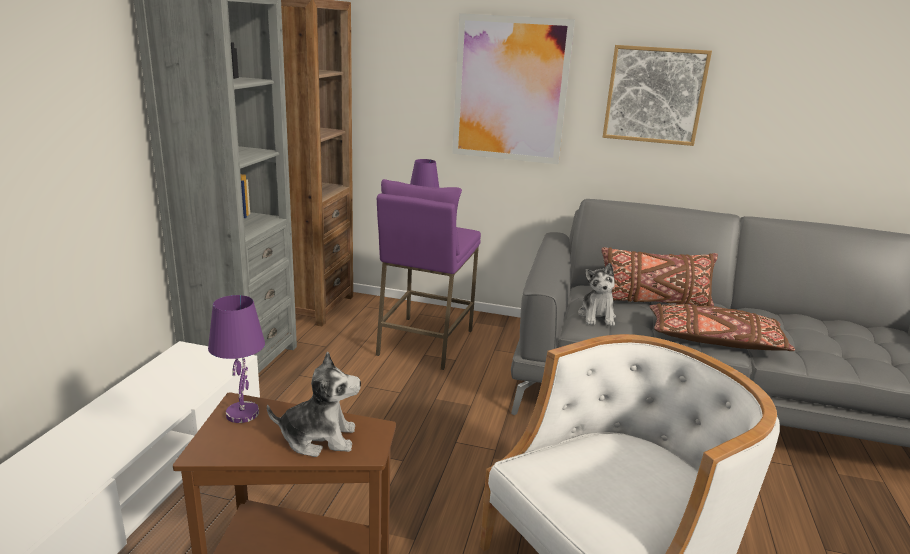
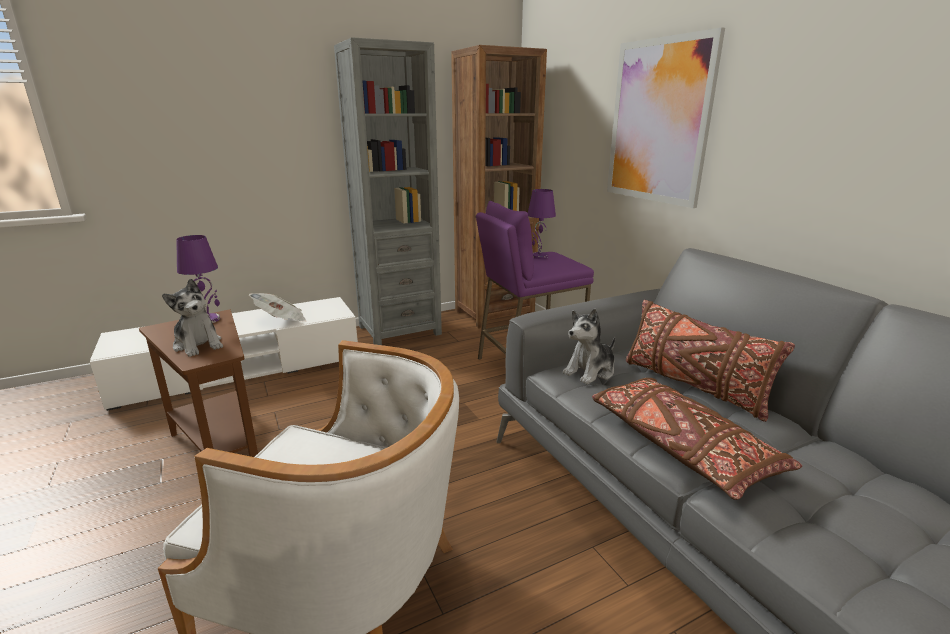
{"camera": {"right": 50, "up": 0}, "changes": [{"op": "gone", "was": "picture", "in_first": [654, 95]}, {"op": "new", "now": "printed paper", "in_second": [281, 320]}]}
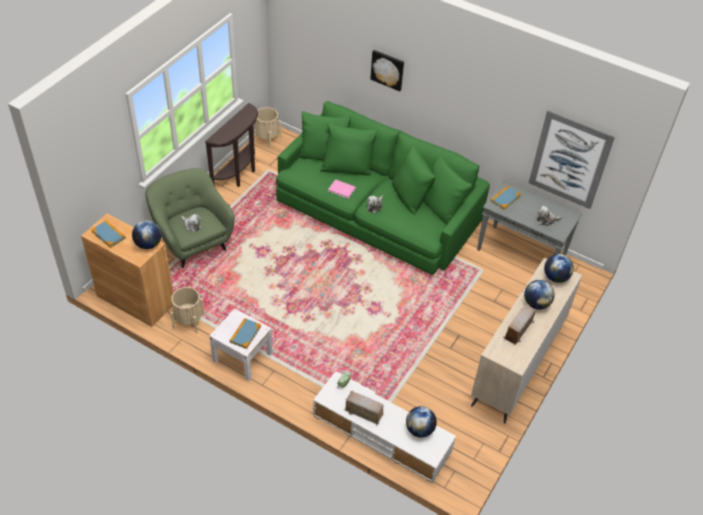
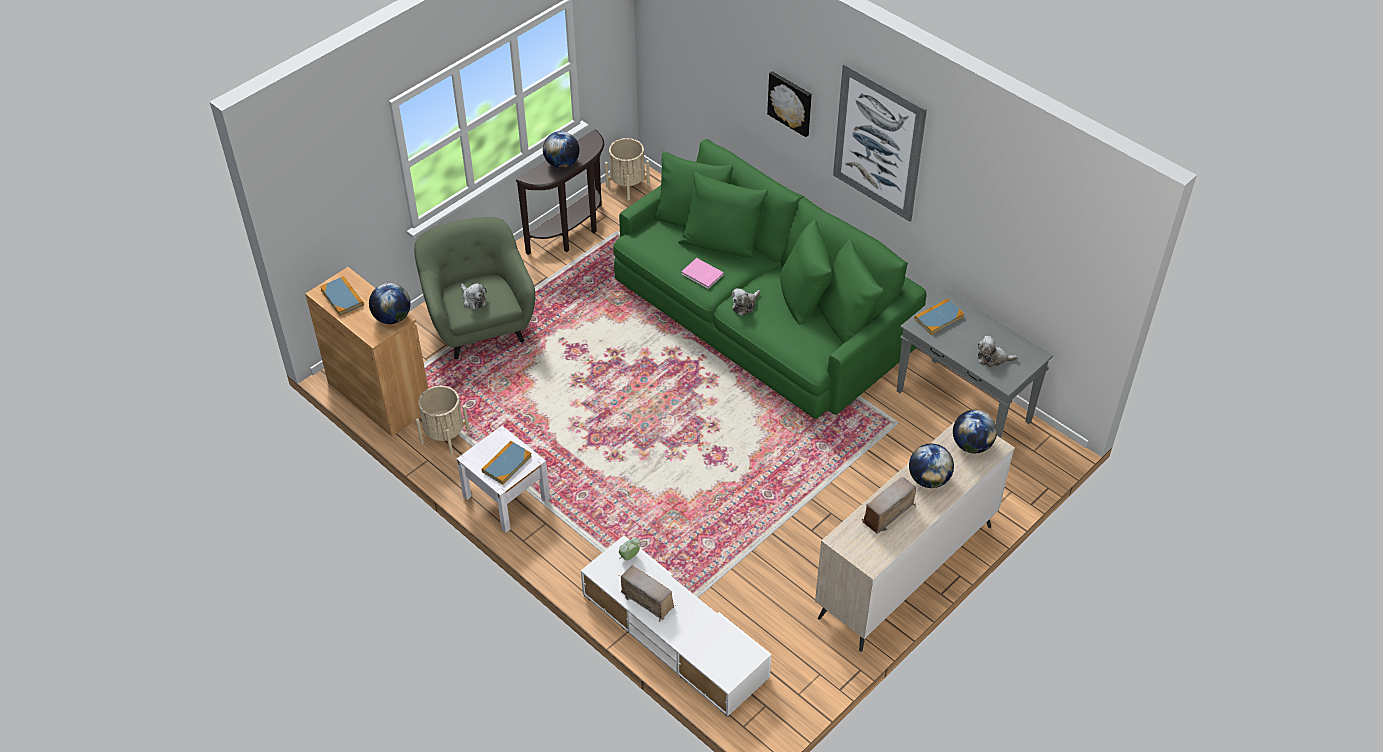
{"camera": {"right": 15, "up": 0}, "changes": [{"op": "shifted", "was": "picture", "in_first": [569, 160], "in_second": [878, 143]}, {"op": "shifted", "was": "world globe", "in_first": [419, 430], "in_second": [562, 163]}]}
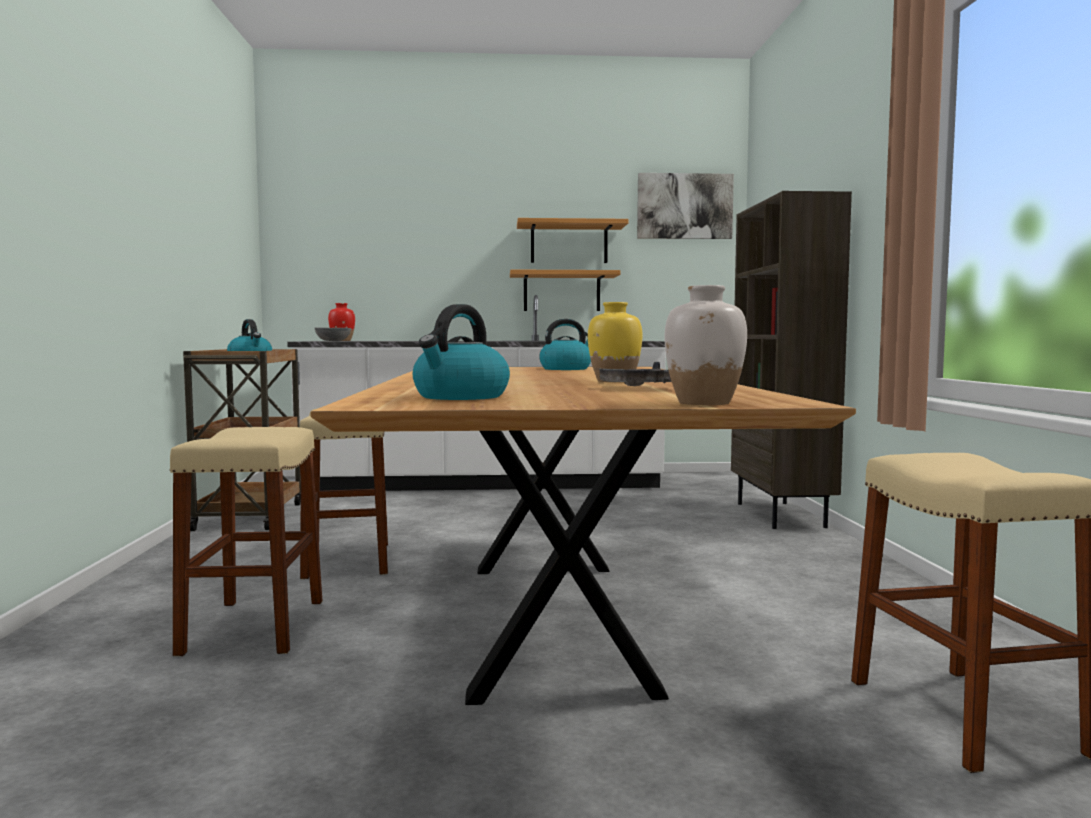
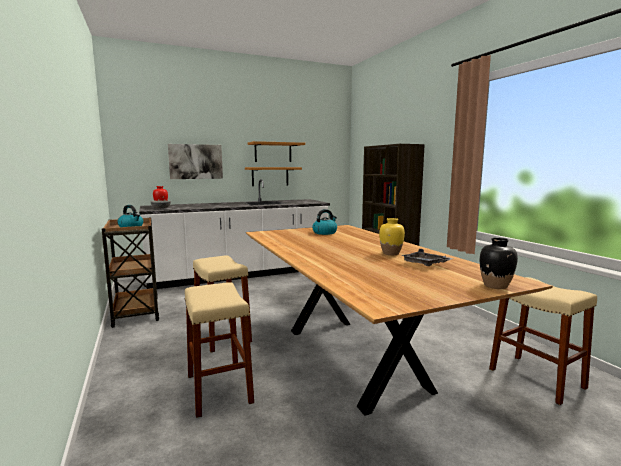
{"camera": {"right": -20, "up": 5}, "changes": [{"op": "shifted", "was": "picture", "in_first": [684, 206], "in_second": [195, 161]}, {"op": "repainted", "was": "white-coloured vase", "now": "blackish vase", "in_first": [704, 403], "in_second": [495, 286]}, {"op": "gone", "was": "kettle", "in_first": [460, 397]}]}
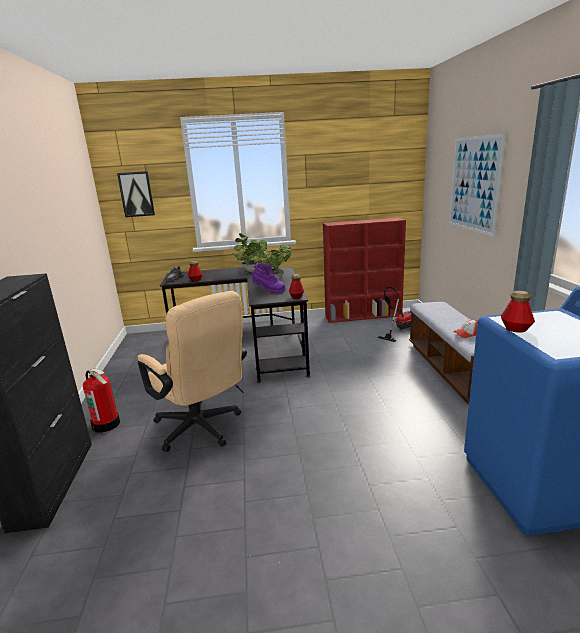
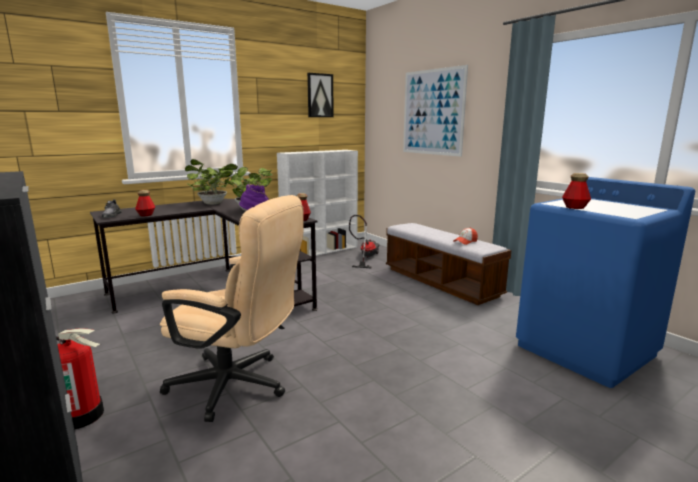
{"camera": {"right": -30, "up": -5}, "changes": [{"op": "shifted", "was": "picture", "in_first": [136, 194], "in_second": [320, 95]}, {"op": "repainted", "was": "red shelving unit", "now": "white-coloured shelving unit", "in_first": [364, 316], "in_second": [321, 251]}]}
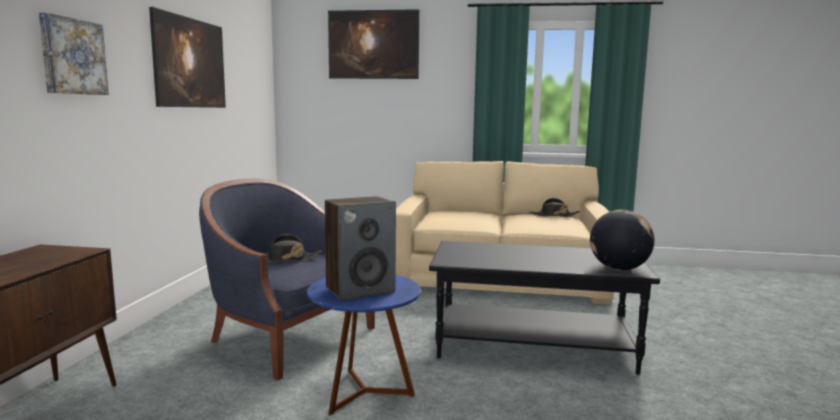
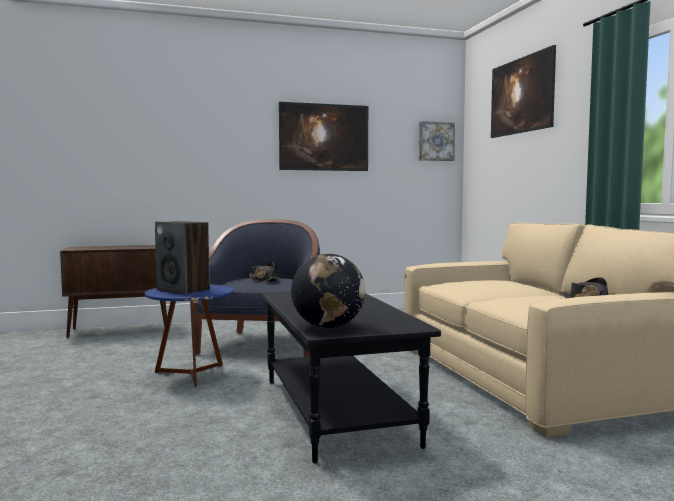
{"camera": {"right": 65, "up": -5}, "changes": [{"op": "shifted", "was": "picture", "in_first": [72, 56], "in_second": [435, 141]}]}
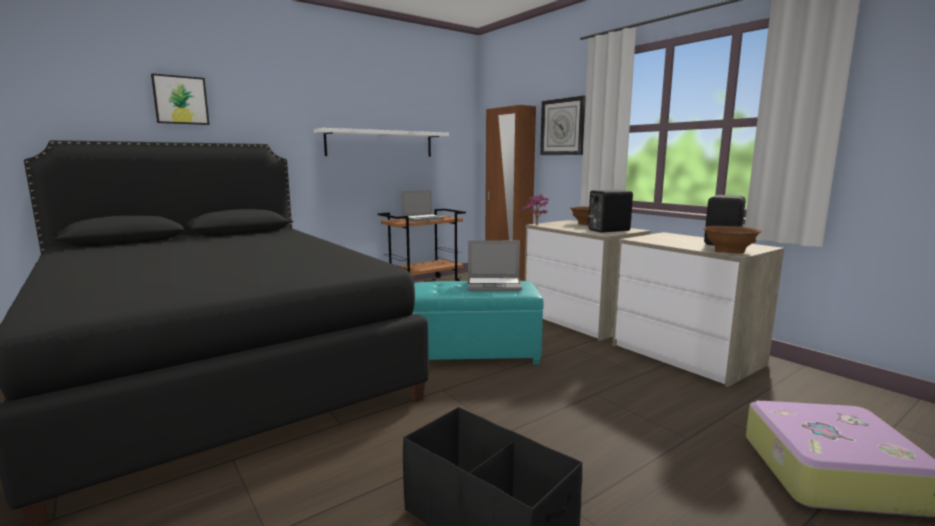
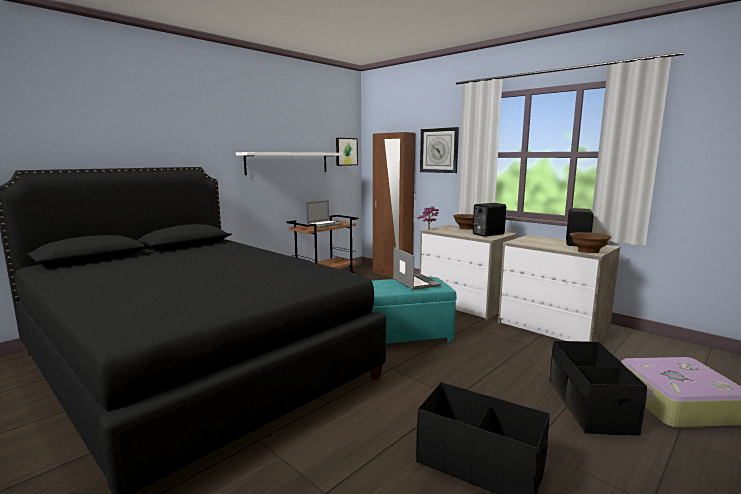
{"camera": {"right": -10, "up": 0}, "changes": [{"op": "shifted", "was": "picture", "in_first": [180, 100], "in_second": [346, 151]}, {"op": "rotated", "was": "laptop", "in_first": [494, 285], "in_second": [414, 282], "clockwise": -105}, {"op": "new", "now": "blackish storage container", "in_second": [589, 406]}]}
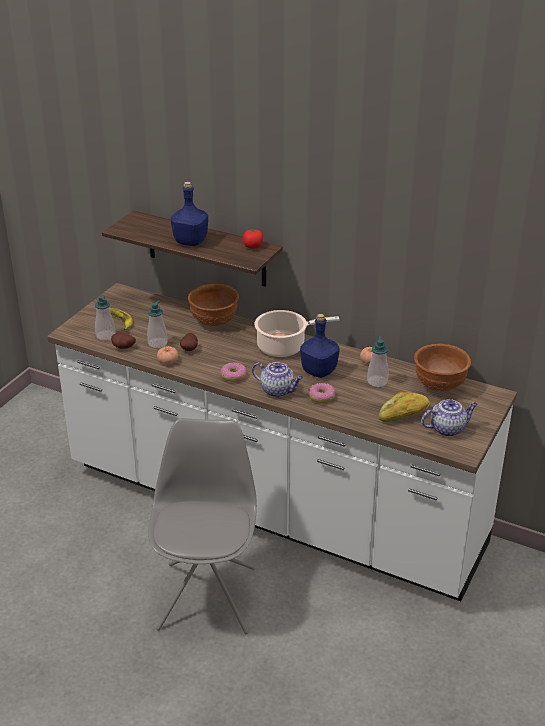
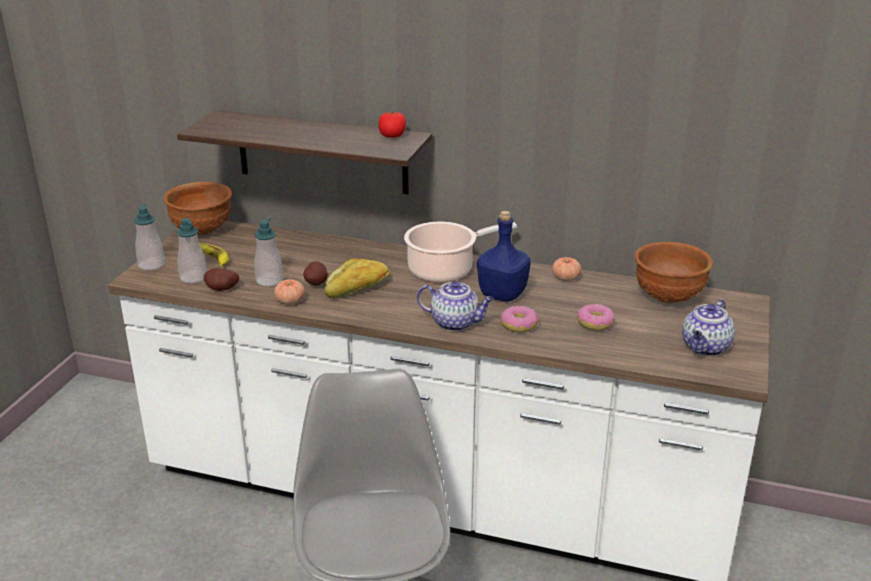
{"camera": {"right": -10, "up": -5}, "changes": [{"op": "gone", "was": "blue-coloured bottle", "in_first": [191, 241]}, {"op": "shifted", "was": "brownish serving bowl", "in_first": [214, 322], "in_second": [201, 230]}, {"op": "shifted", "was": "soap bottle", "in_first": [377, 382], "in_second": [151, 265]}, {"op": "shifted", "was": "ring doughnut", "in_first": [233, 376], "in_second": [595, 323]}, {"op": "shifted", "was": "bread", "in_first": [404, 415], "in_second": [358, 289]}, {"op": "rotated", "was": "teapot", "in_first": [448, 429], "in_second": [705, 348], "clockwise": 150}]}
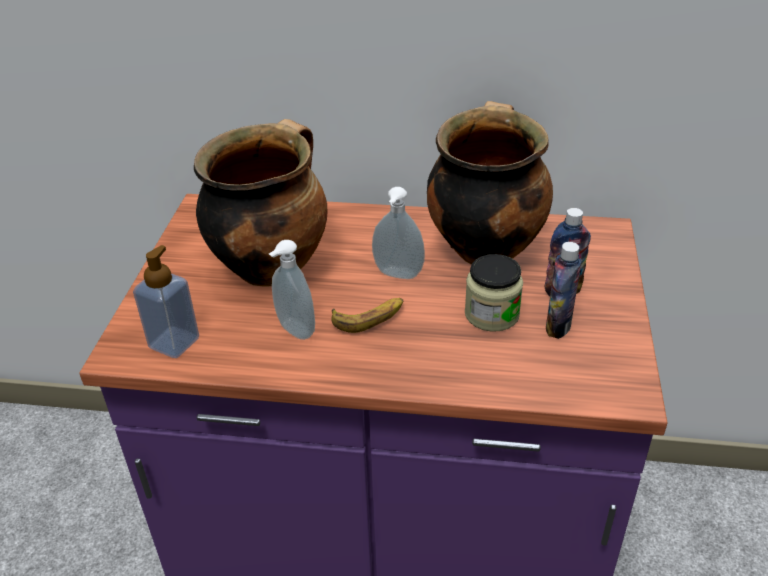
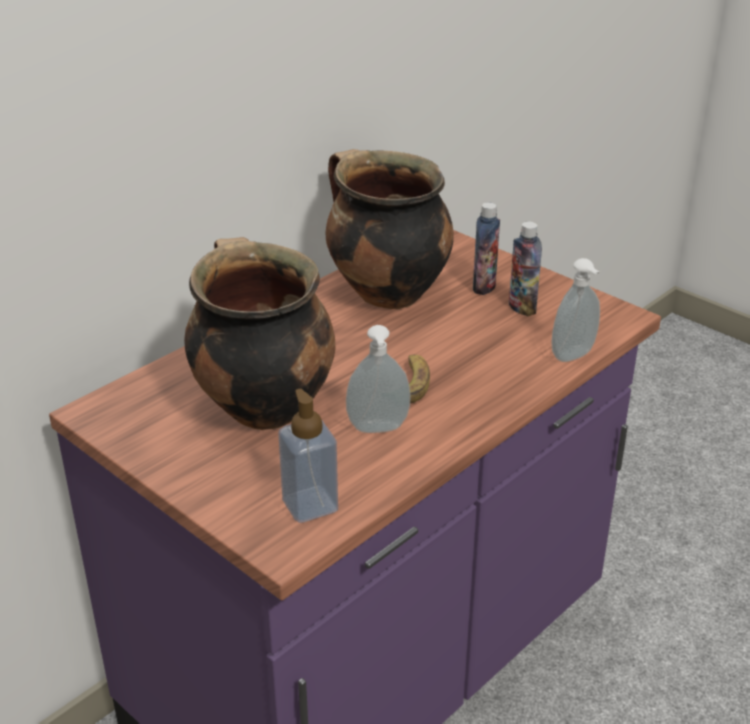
{"camera": {"right": -55, "up": -5}, "changes": [{"op": "shifted", "was": "soap bottle", "in_first": [397, 275], "in_second": [574, 356]}, {"op": "gone", "was": "storage jar", "in_first": [491, 314]}]}
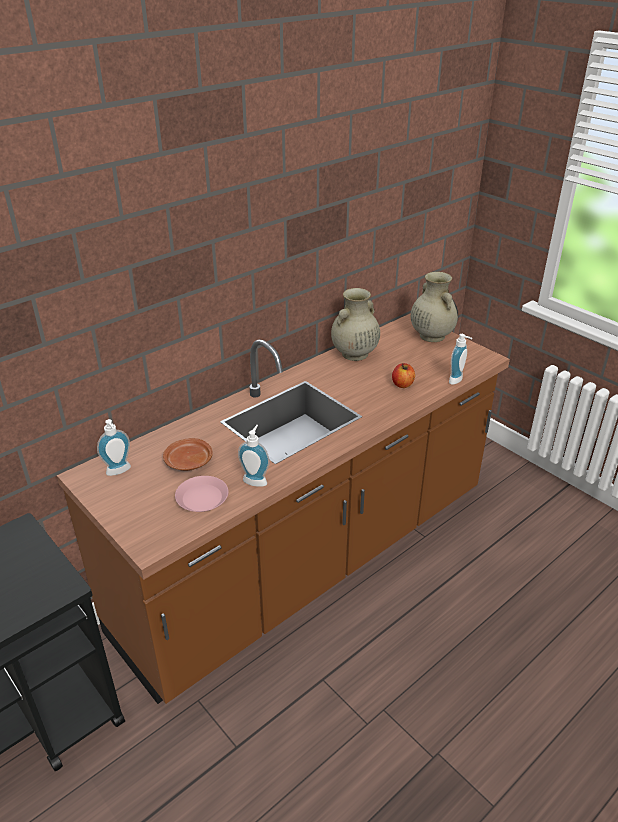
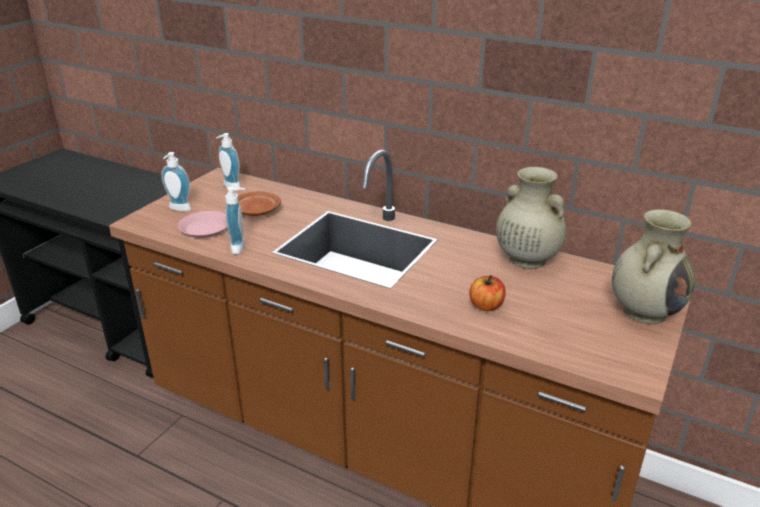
{"camera": {"right": 70, "up": -5}, "changes": [{"op": "shifted", "was": "soap bottle", "in_first": [458, 380], "in_second": [178, 209]}]}
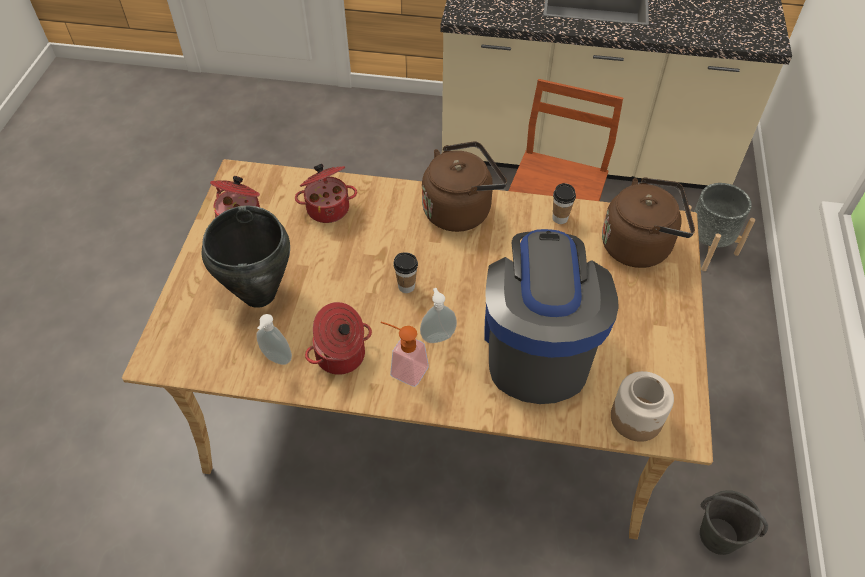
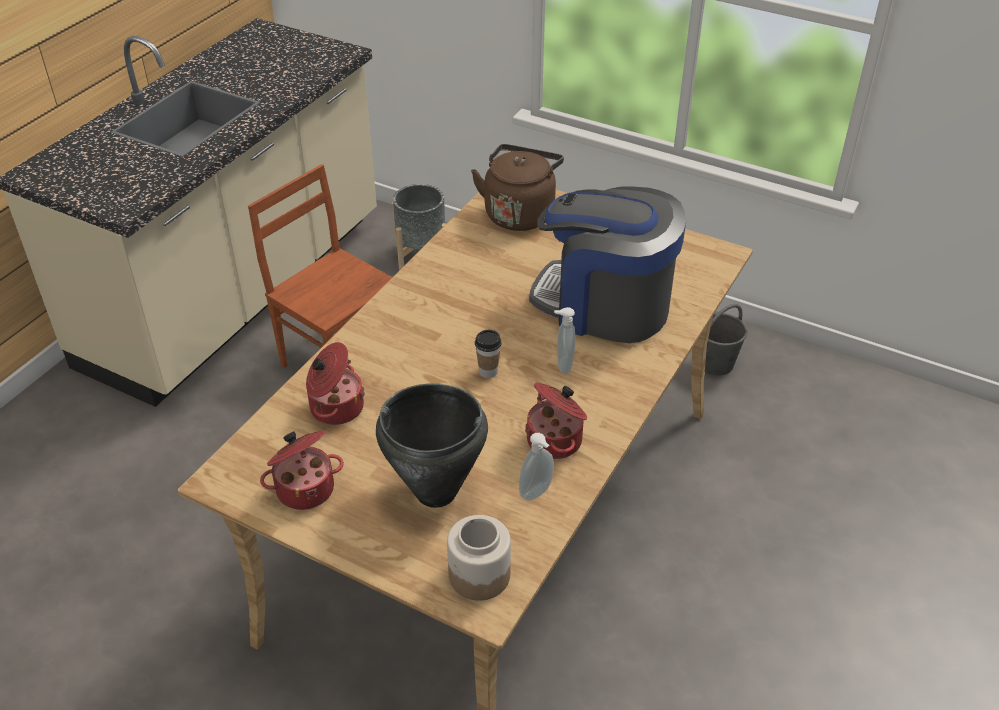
{"camera": {"right": -70, "up": -10}, "changes": [{"op": "gone", "was": "brownish kettle", "in_first": [460, 209]}, {"op": "gone", "was": "small cup", "in_first": [560, 218]}, {"op": "gone", "was": "soap bottle", "in_first": [403, 369]}, {"op": "shifted", "was": "storage jar", "in_first": [636, 418], "in_second": [479, 574]}]}
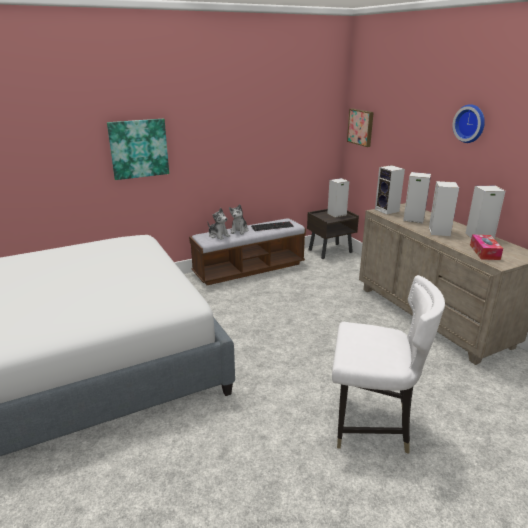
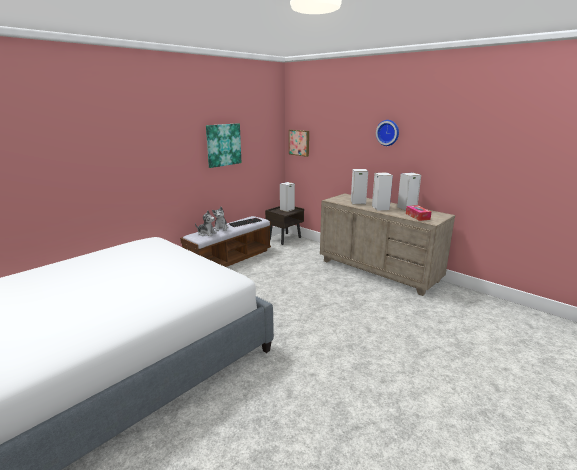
{"camera": {"right": -20, "up": -5}, "changes": [{"op": "shifted", "was": "picture", "in_first": [138, 148], "in_second": [223, 145]}, {"op": "gone", "was": "speaker", "in_first": [387, 211]}, {"op": "gone", "was": "white-coloured upright chair", "in_first": [371, 425]}]}
